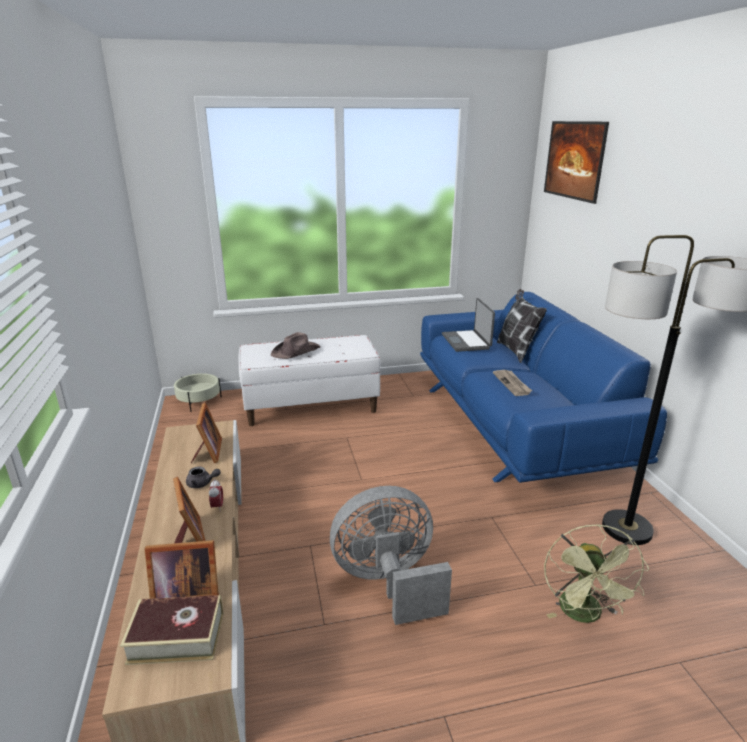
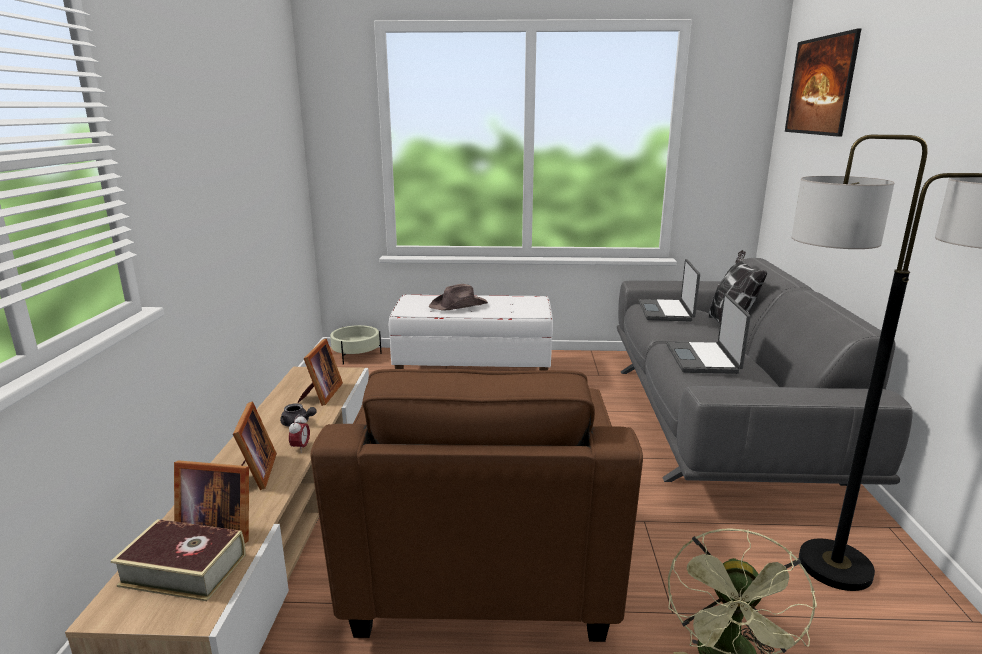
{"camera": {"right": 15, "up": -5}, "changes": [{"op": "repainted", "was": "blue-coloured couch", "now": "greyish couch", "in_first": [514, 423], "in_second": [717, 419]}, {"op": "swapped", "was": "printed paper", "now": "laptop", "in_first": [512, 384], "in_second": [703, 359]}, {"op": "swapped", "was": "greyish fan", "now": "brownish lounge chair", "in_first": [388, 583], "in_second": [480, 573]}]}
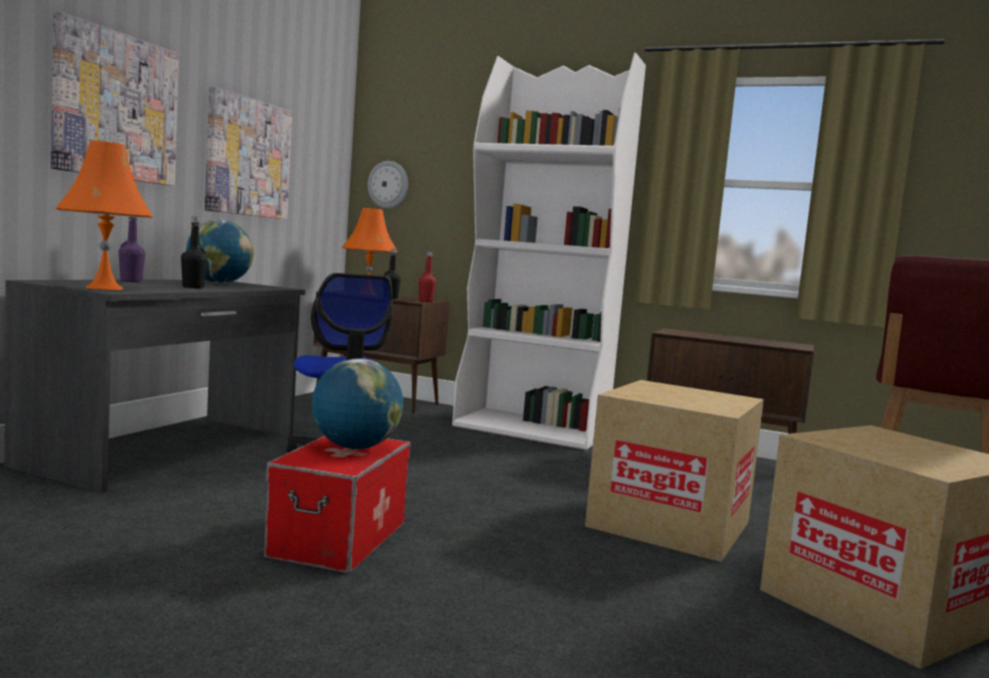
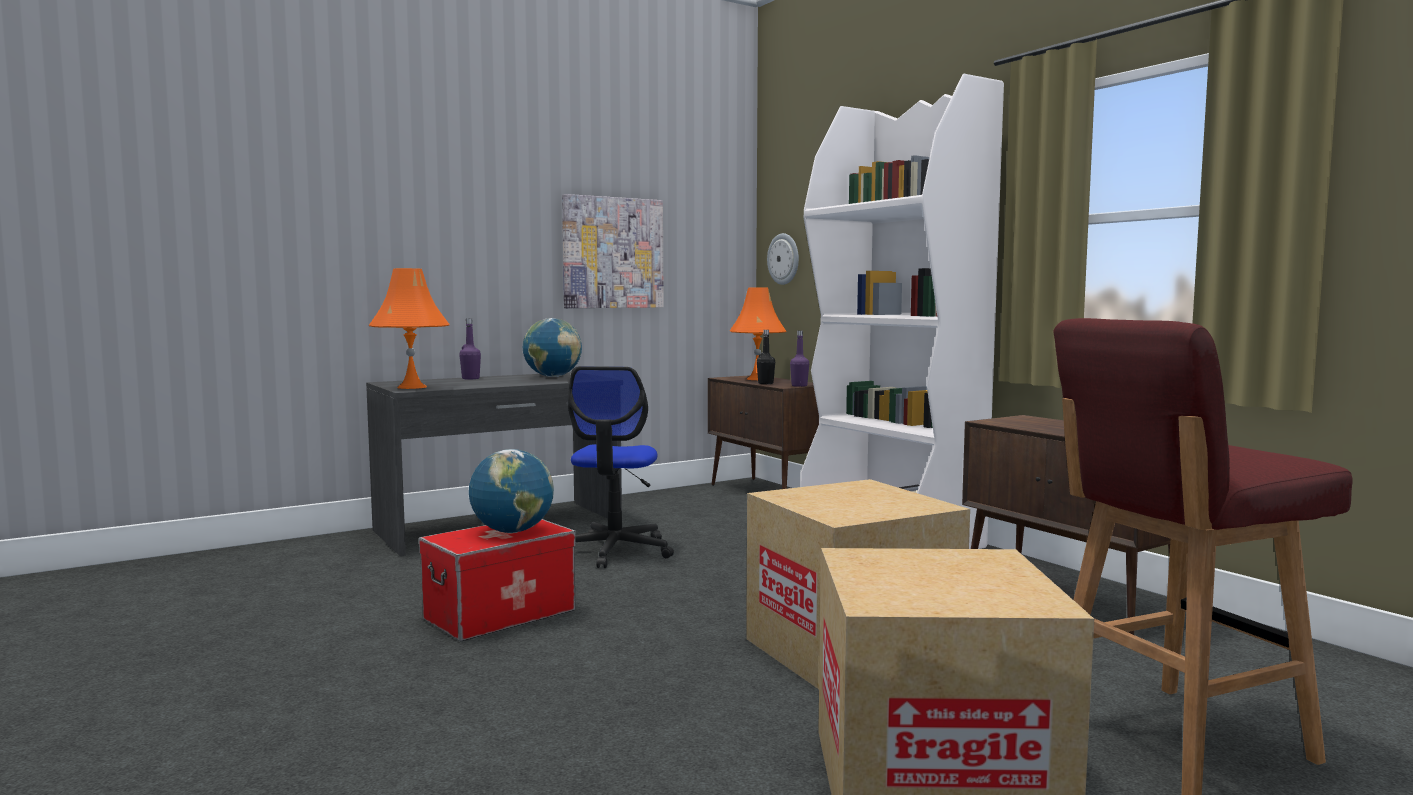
{"camera": {"right": 35, "up": 0}, "changes": [{"op": "gone", "was": "picture", "in_first": [116, 106]}, {"op": "gone", "was": "blackish bottle", "in_first": [193, 287]}, {"op": "repainted", "was": "red bottle", "now": "purple bottle", "in_first": [426, 301], "in_second": [799, 385]}]}
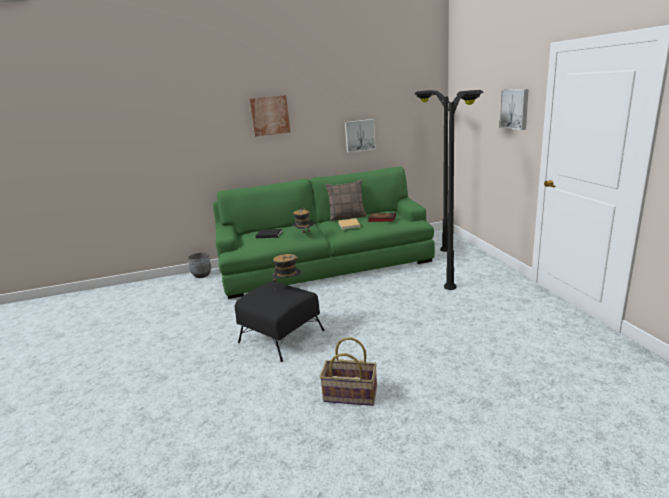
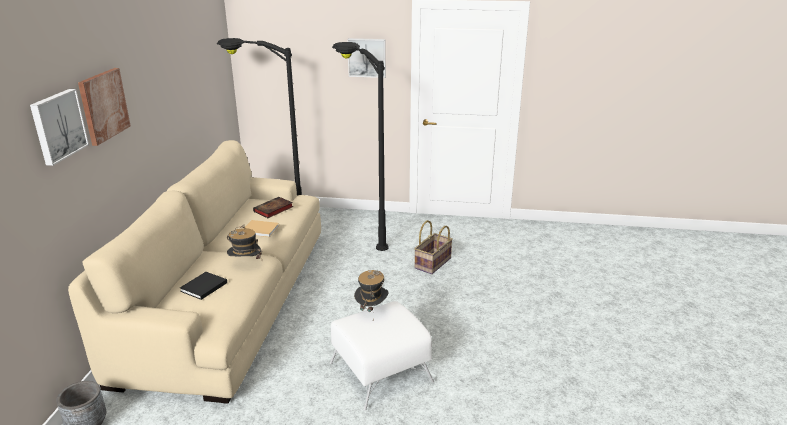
{"camera": {"right": -70, "up": 5}, "changes": [{"op": "shifted", "was": "picture", "in_first": [360, 135], "in_second": [57, 126]}, {"op": "repainted", "was": "green couch", "now": "beige-coloured couch", "in_first": [326, 265], "in_second": [230, 299]}, {"op": "gone", "was": "throw pillow", "in_first": [347, 217]}, {"op": "repainted", "was": "blackish pouffe", "now": "white-coloured pouffe", "in_first": [281, 336], "in_second": [381, 372]}, {"op": "shifted", "was": "storage basket", "in_first": [350, 395], "in_second": [433, 263]}]}
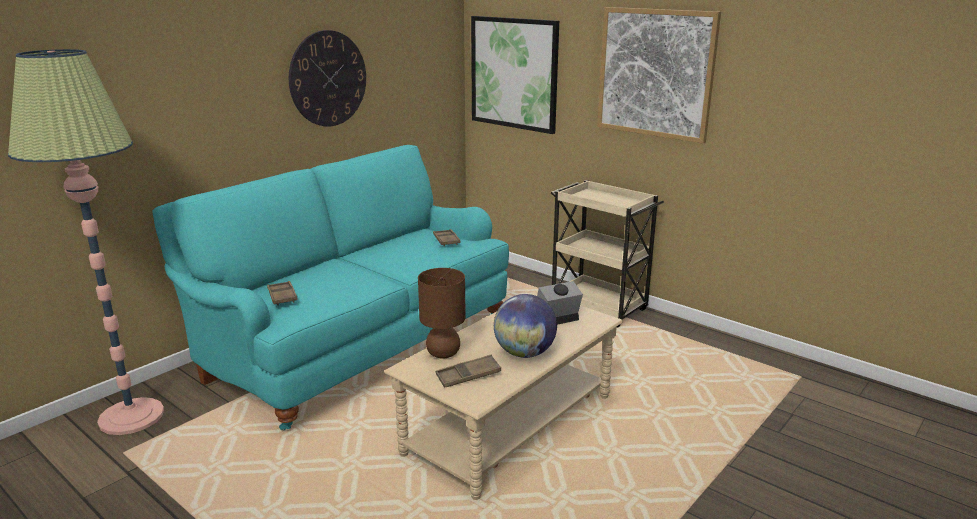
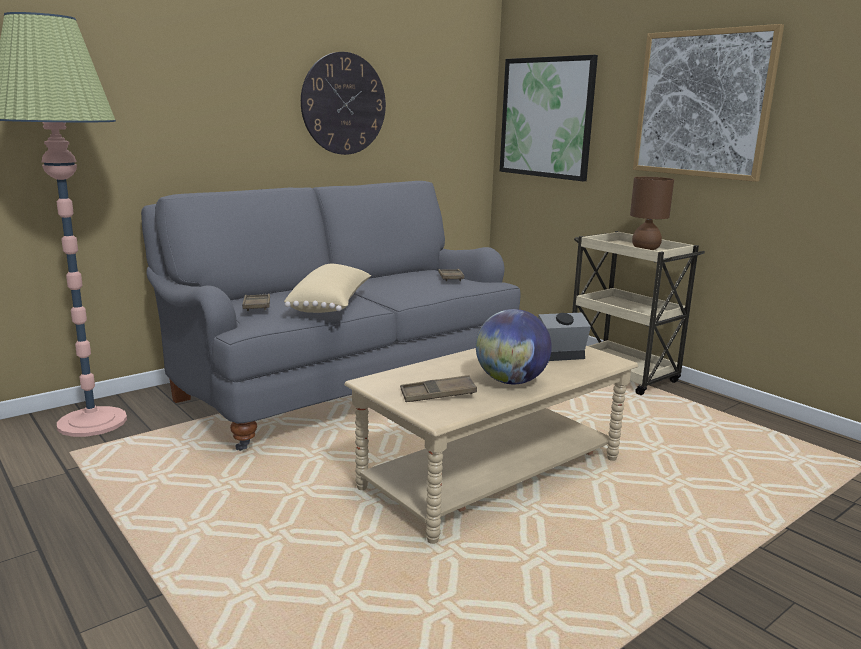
{"camera": {"right": 10, "up": -5}, "changes": [{"op": "repainted", "was": "turquoise-coloured couch", "now": "greyish couch", "in_first": [355, 345], "in_second": [342, 384]}, {"op": "shifted", "was": "brownish tabletop lamp", "in_first": [443, 353], "in_second": [645, 249]}, {"op": "new", "now": "beige-coloured throw pillow", "in_second": [332, 305]}]}
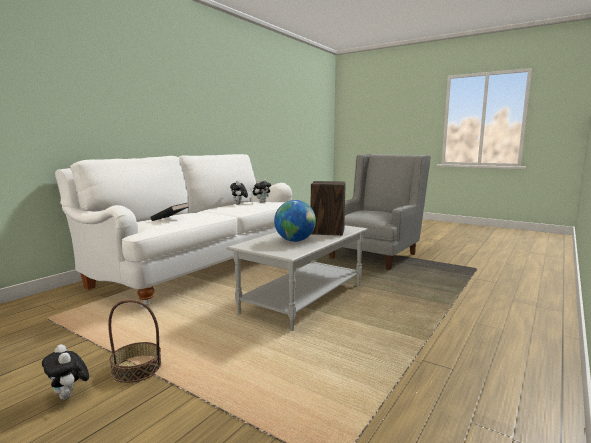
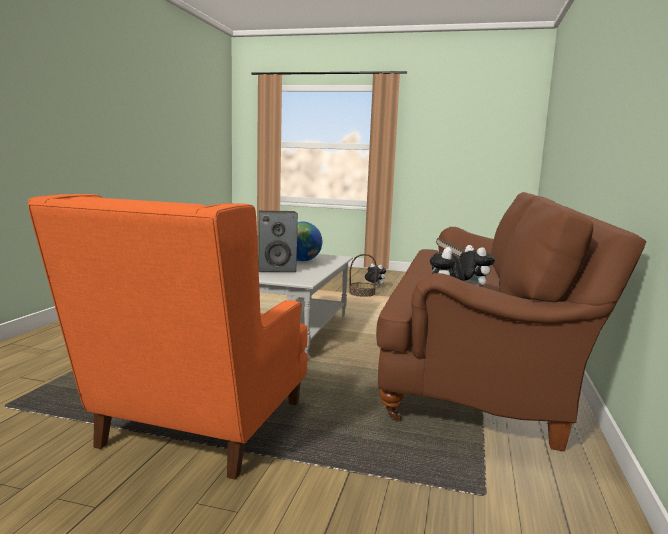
{"camera": {"right": 160, "up": 0}, "changes": [{"op": "repainted", "was": "white-coloured couch", "now": "brownish couch", "in_first": [202, 265], "in_second": [480, 362]}, {"op": "repainted", "was": "greyish lounge chair", "now": "orangey lounge chair", "in_first": [376, 254], "in_second": [196, 432]}]}
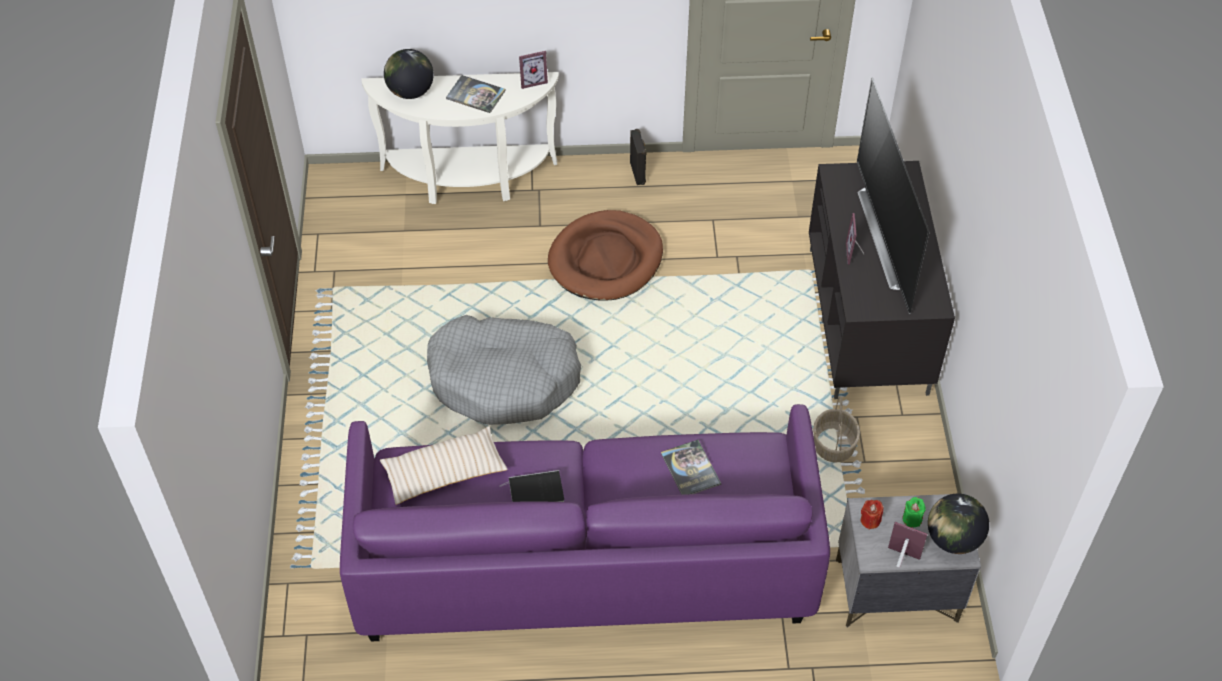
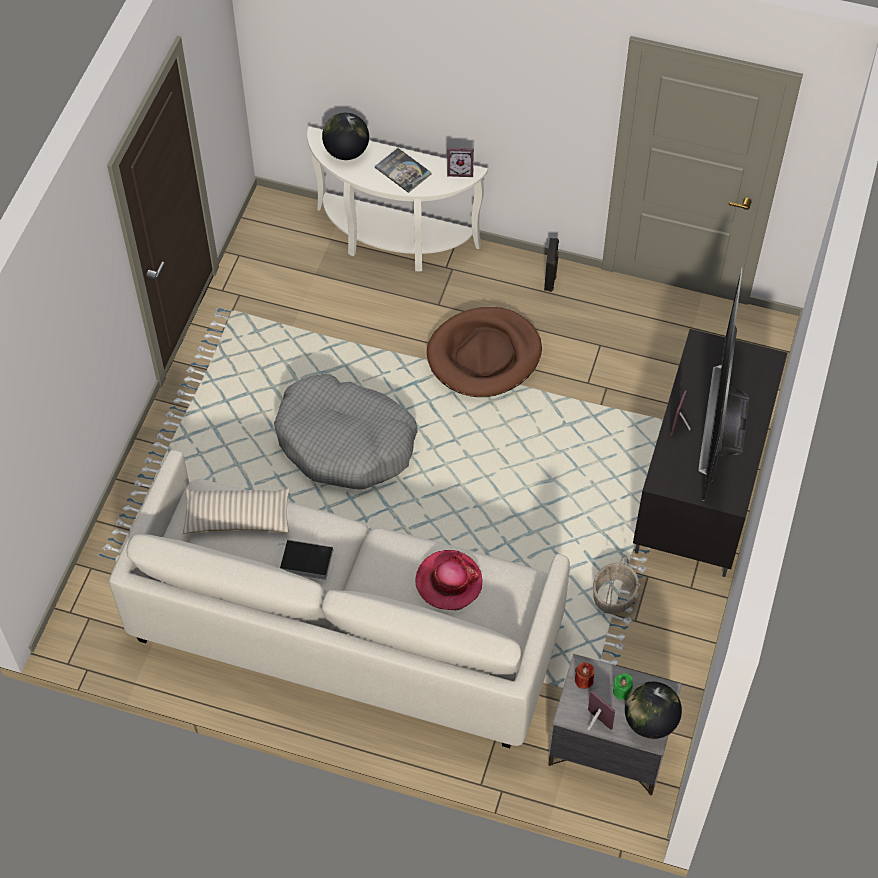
{"camera": {"right": 20, "up": 5}, "changes": [{"op": "repainted", "was": "purple couch", "now": "white-coloured couch", "in_first": [584, 561], "in_second": [345, 631]}, {"op": "swapped", "was": "volume", "now": "hat", "in_first": [690, 469], "in_second": [448, 582]}]}
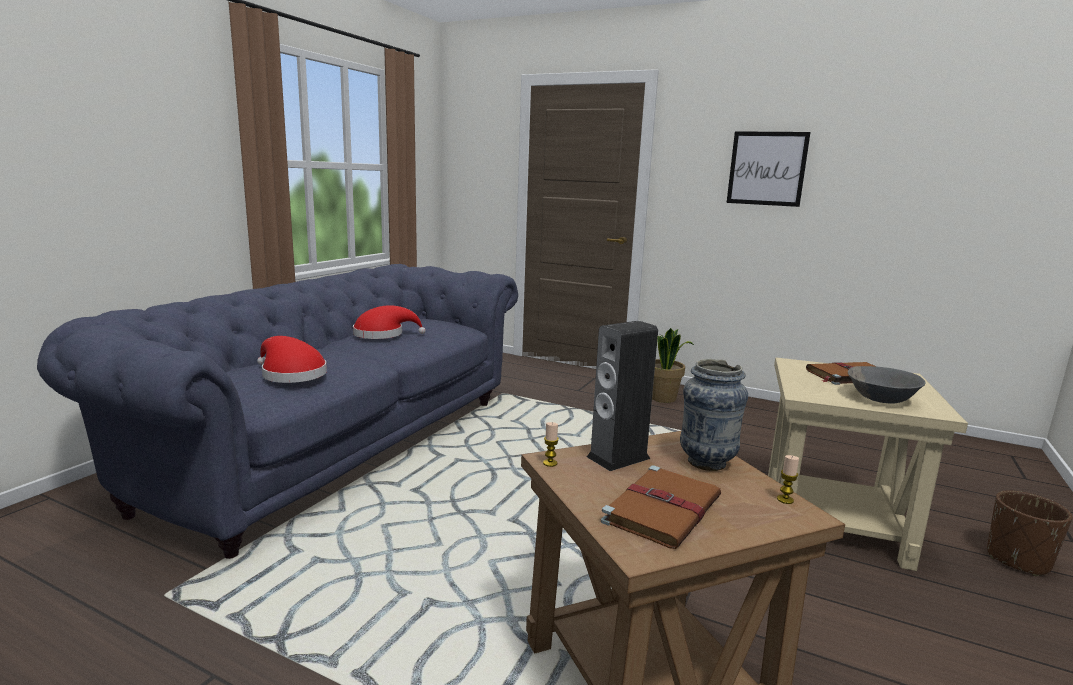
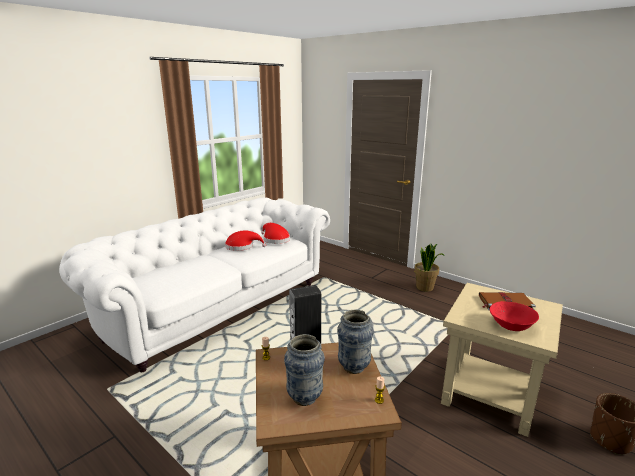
{"camera": {"right": 15, "up": 5}, "changes": [{"op": "gone", "was": "picture", "in_first": [767, 168]}, {"op": "repainted", "was": "blue-coloured couch", "now": "white-coloured couch", "in_first": [331, 444], "in_second": [214, 306]}, {"op": "shifted", "was": "red hat", "in_first": [291, 374], "in_second": [275, 239]}, {"op": "repainted", "was": "greyish serving bowl", "now": "red serving bowl", "in_first": [881, 398], "in_second": [511, 325]}, {"op": "swapped", "was": "brownish volume", "now": "vase", "in_first": [663, 509], "in_second": [305, 397]}]}
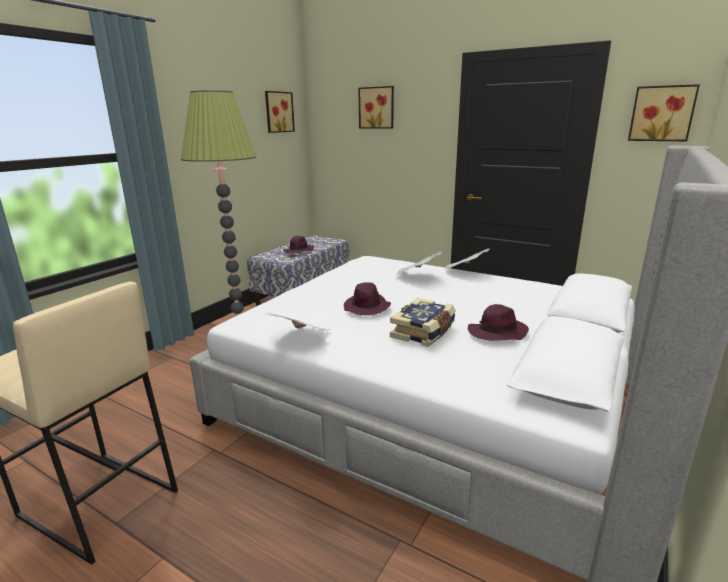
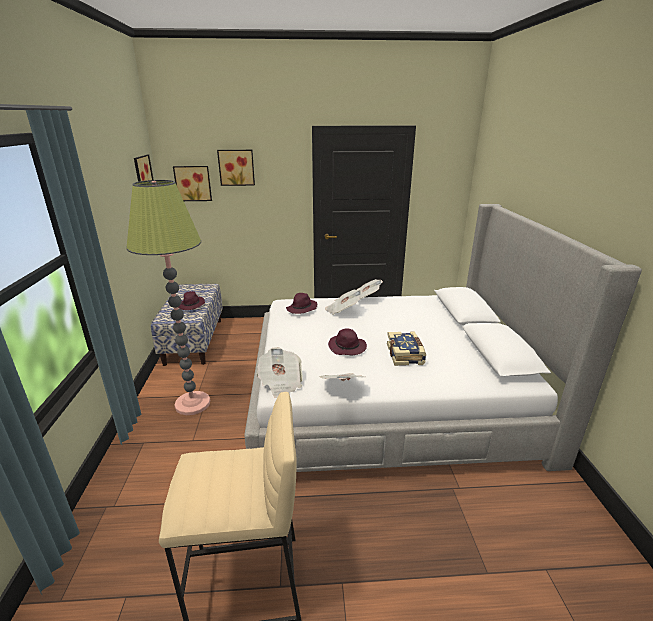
{"camera": {"right": -35, "up": 5}, "changes": [{"op": "shifted", "was": "picture", "in_first": [662, 113], "in_second": [193, 183]}, {"op": "shifted", "was": "purple hat", "in_first": [496, 334], "in_second": [301, 309]}, {"op": "new", "now": "printed paper", "in_second": [280, 383]}]}
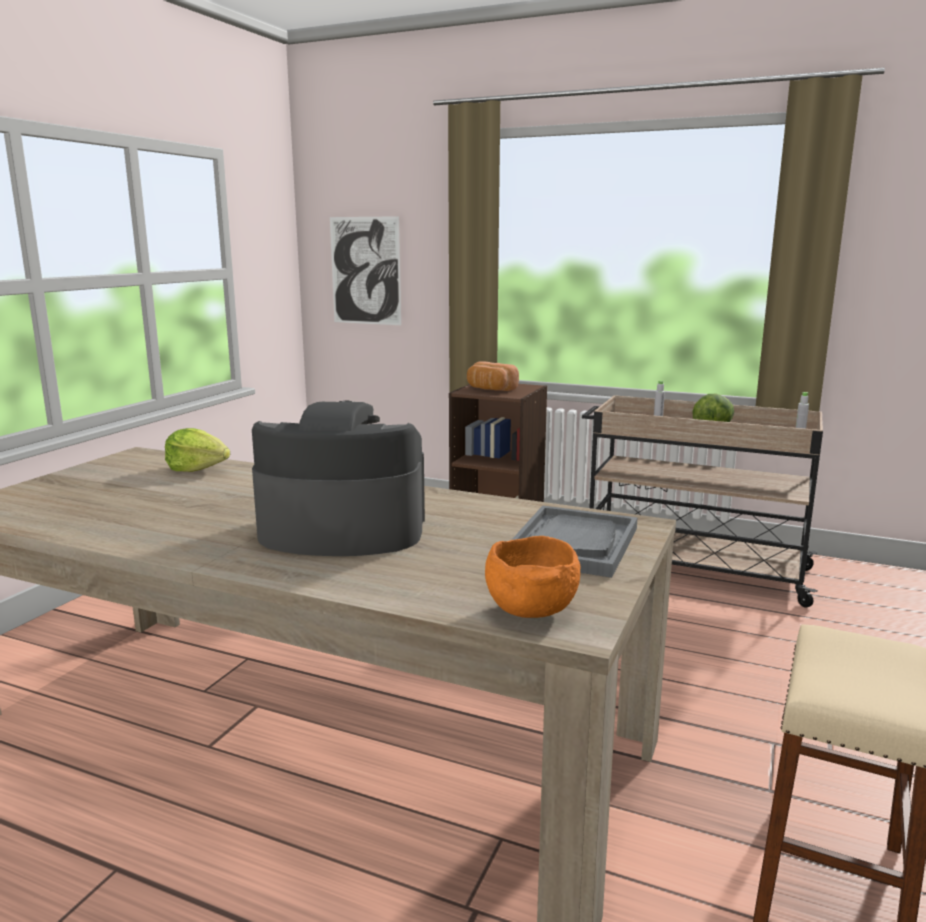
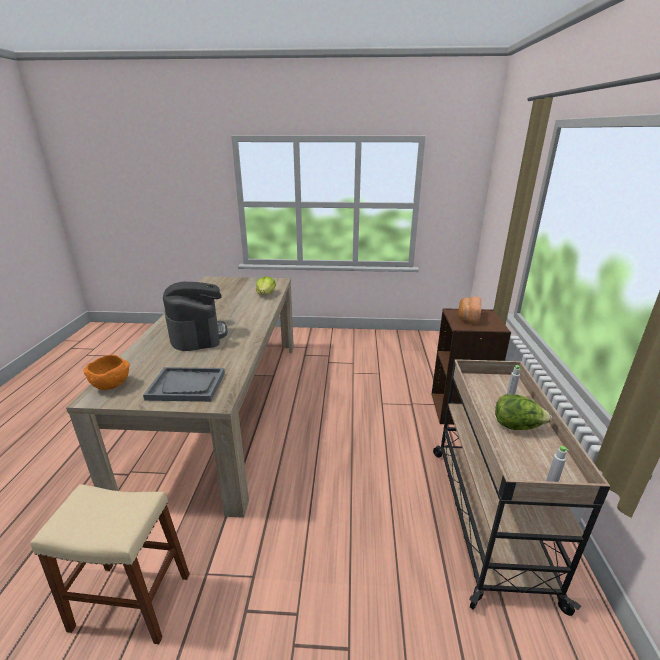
{"camera": {"right": 70, "up": 10}, "changes": [{"op": "gone", "was": "picture", "in_first": [365, 271]}]}
